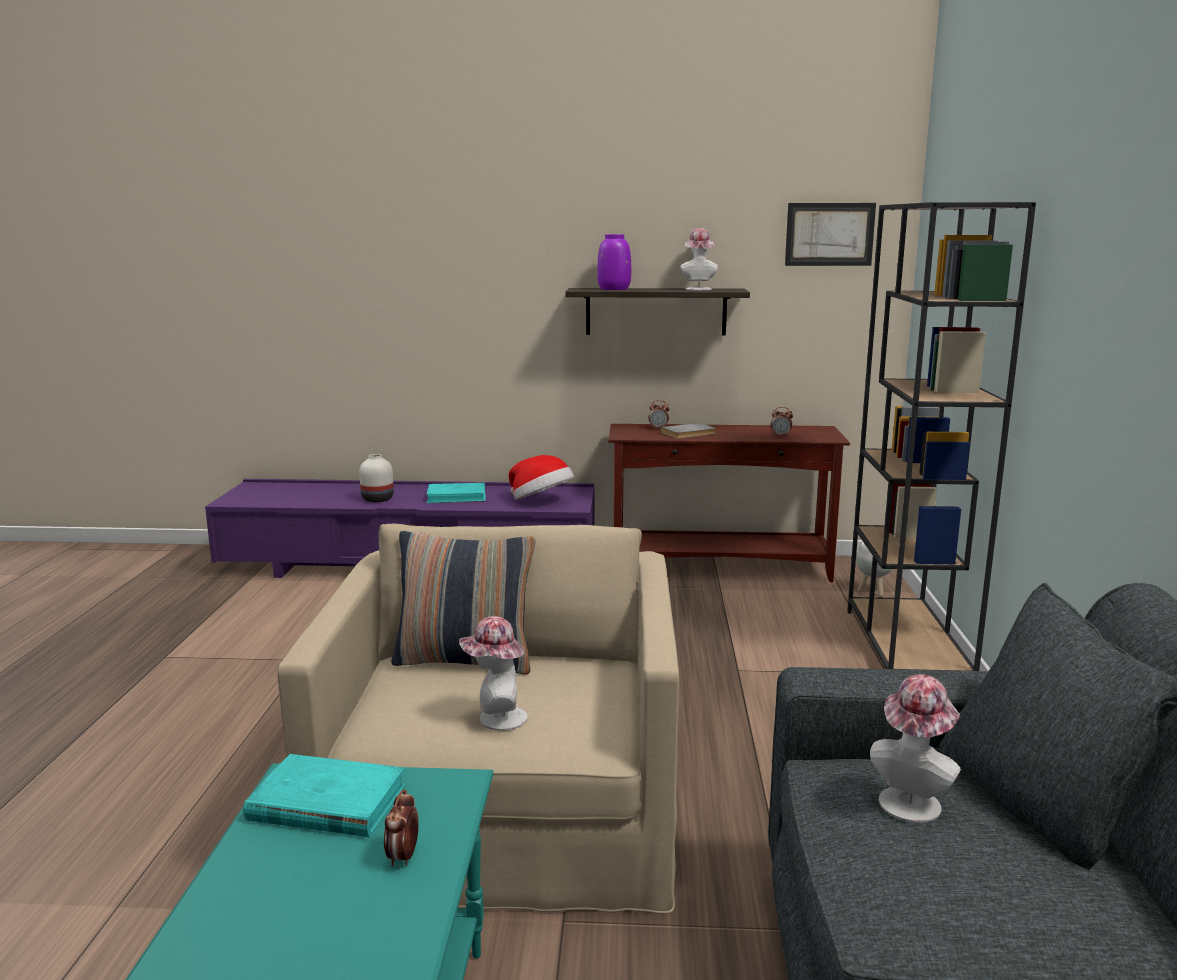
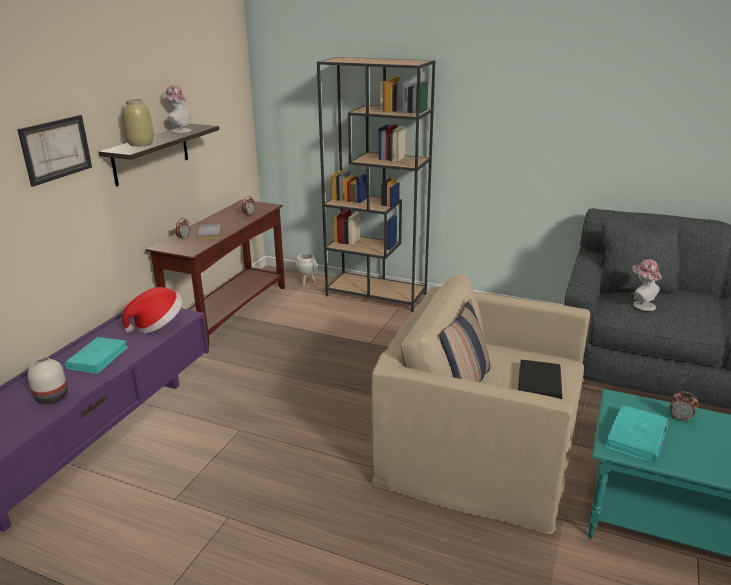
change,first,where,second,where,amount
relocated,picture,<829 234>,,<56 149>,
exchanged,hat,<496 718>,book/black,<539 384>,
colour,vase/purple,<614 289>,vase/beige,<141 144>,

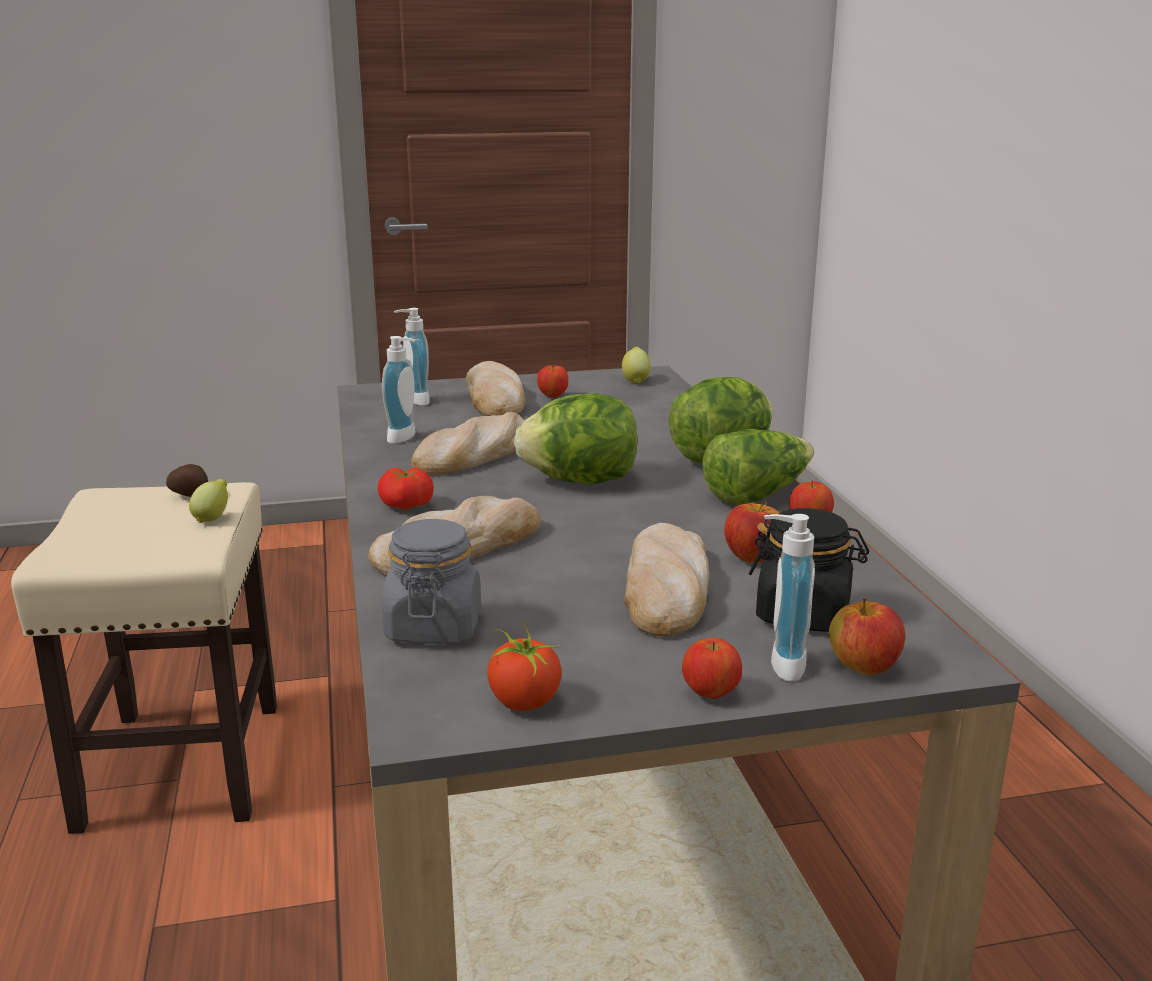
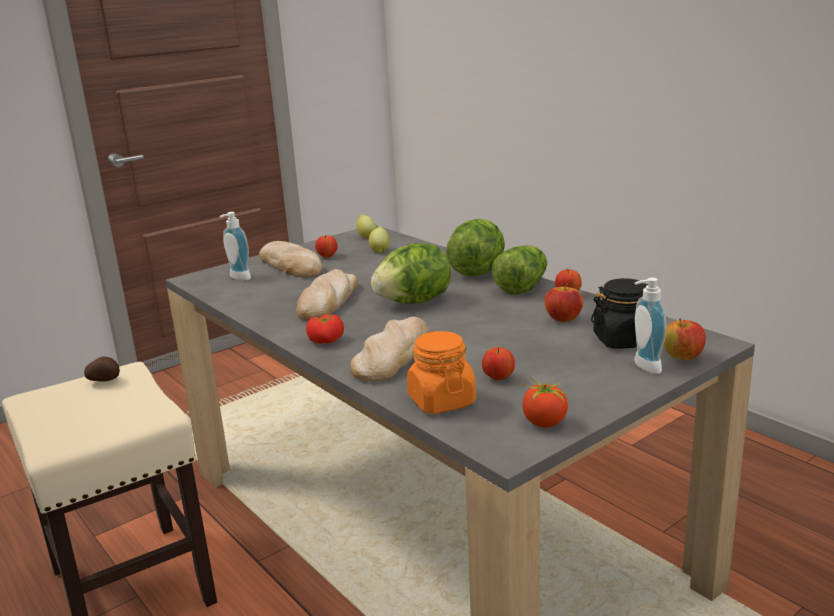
change,first,where,second,where,amount
missing,soap dispenser,<406 438>,,,
missing,bread,<667 588>,,,
relocated,lemon,<212 518>,,<380 250>,
relocated,apple,<710 693>,,<498 378>,
colour,jar/grey,<434 627>,jar/orange,<441 401>,

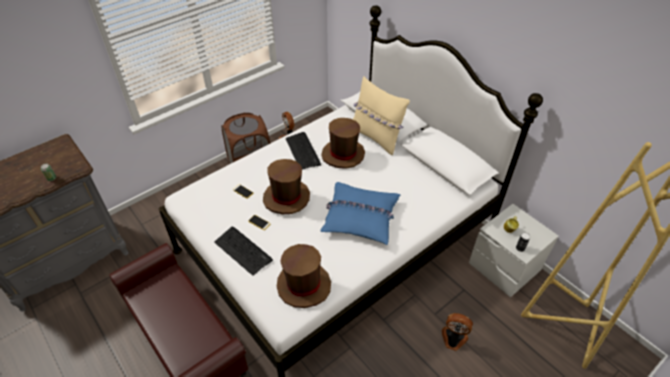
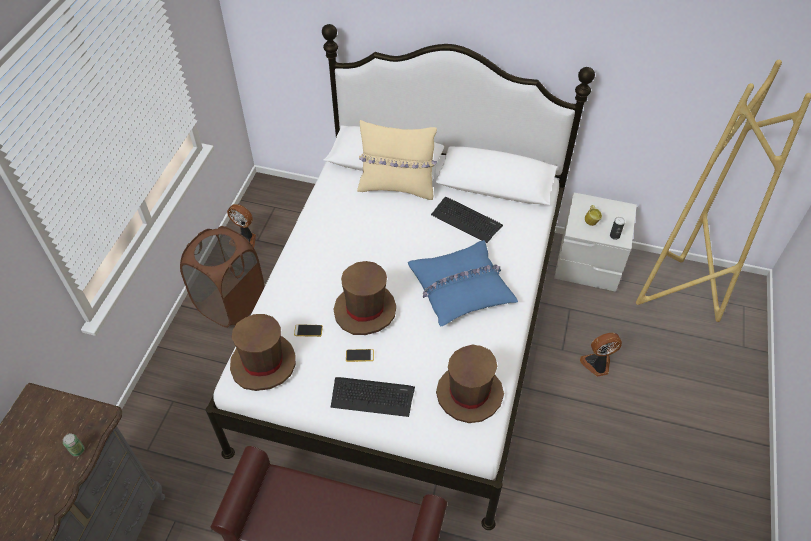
change,first,where,second,where,amount
relocated,keyboard,<303 151>,,<466 220>,
relocated,hat/brown,<343 155>,,<263 363>,

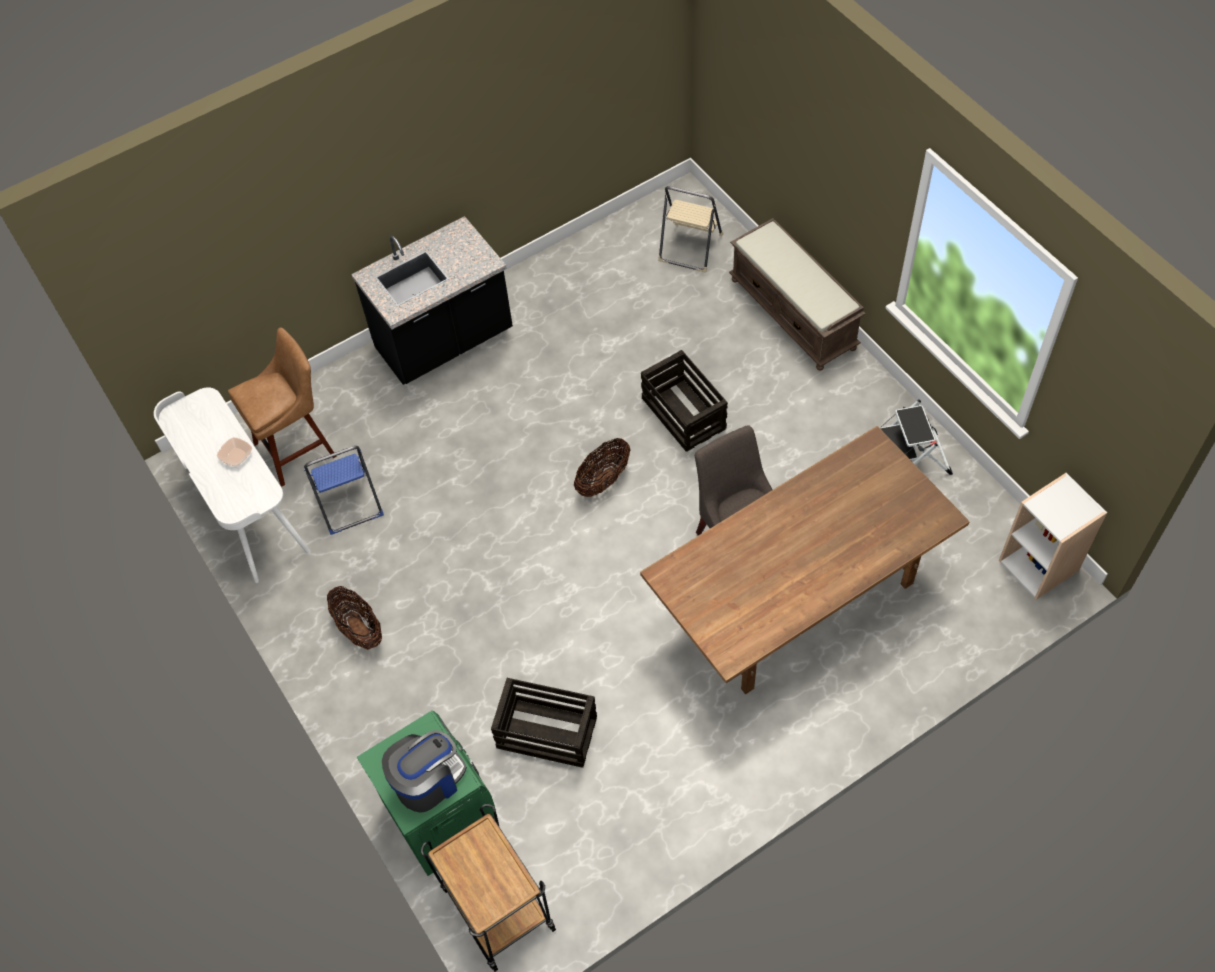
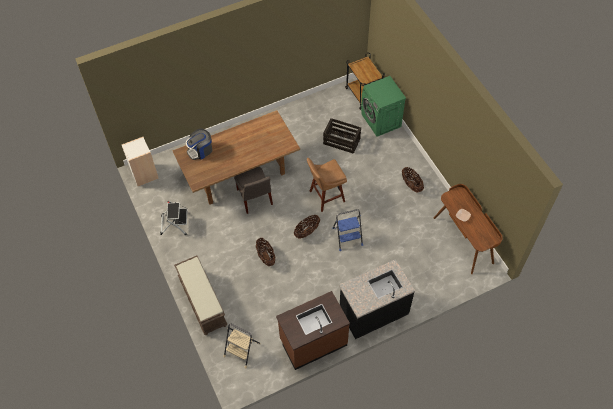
change,first,where,second,where,amount
appeared,,,counter/brown,<313 342>,
relocated,stool/brown,<298 448>,,<325 197>,
relocated,step ladder/blue,<348 504>,,<347 235>,
relocated,coffee machine,<428 780>,,<200 150>,
exchanged,crate,<684 414>,basket,<266 257>,
colour,desk/white,<244 509>,desk/brown,<463 240>,

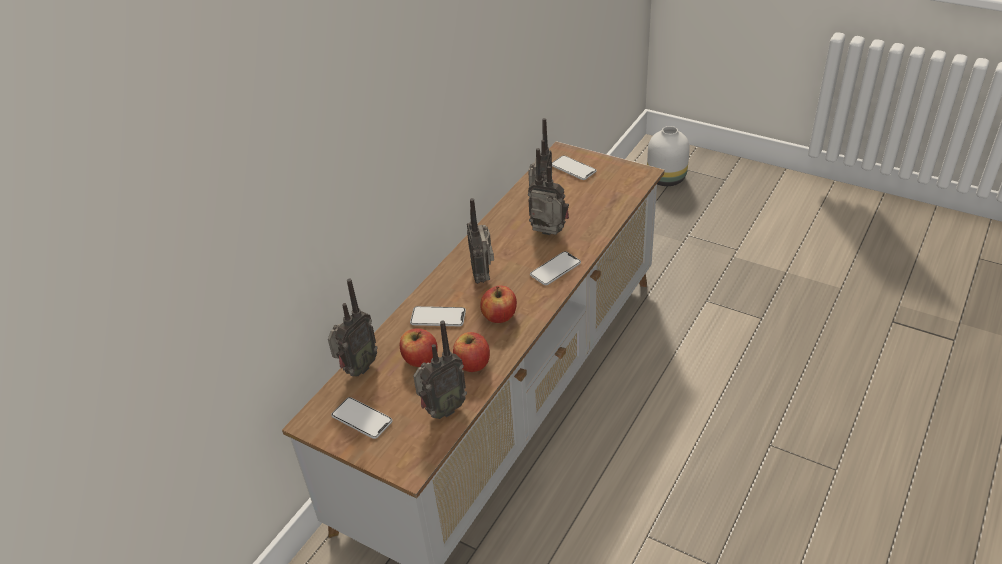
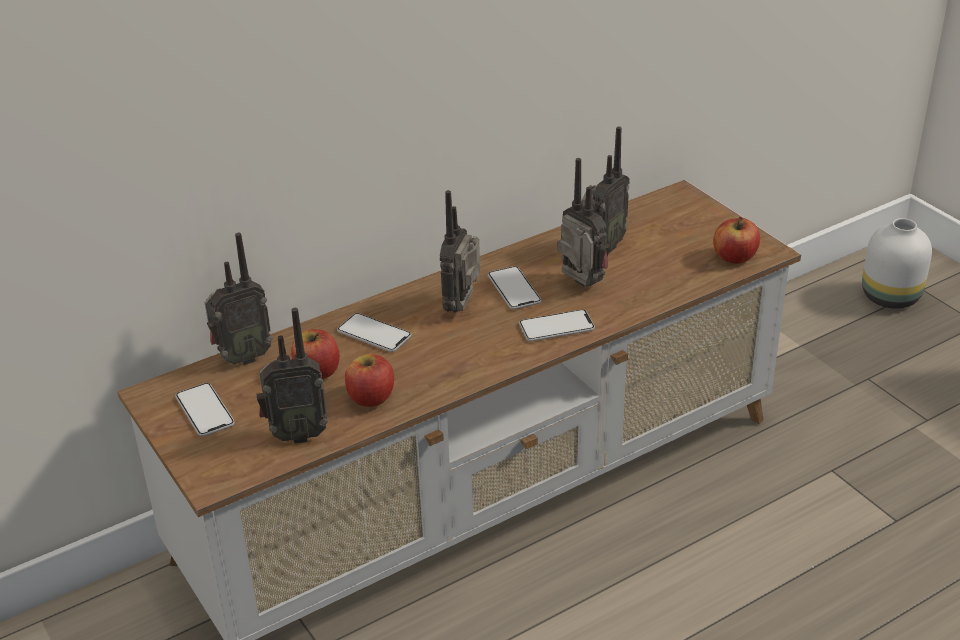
change,first,where,second,where,amount
relocated,apple,<499 316>,,<735 257>,
relocated,phone,<573 168>,,<514 289>,

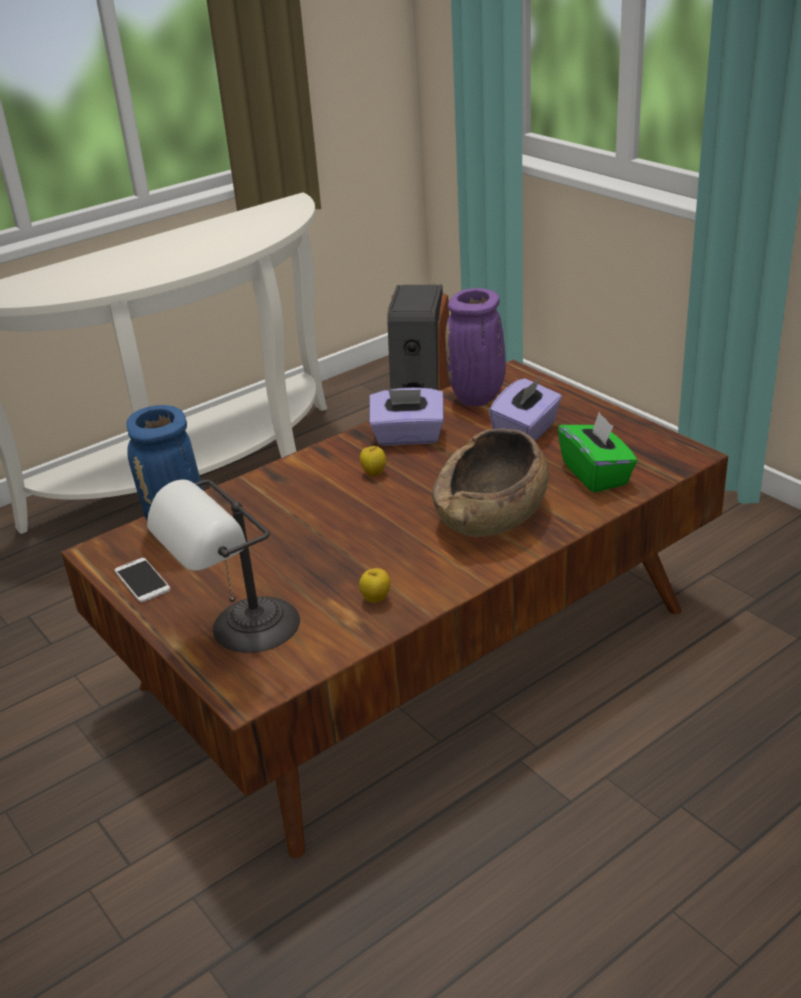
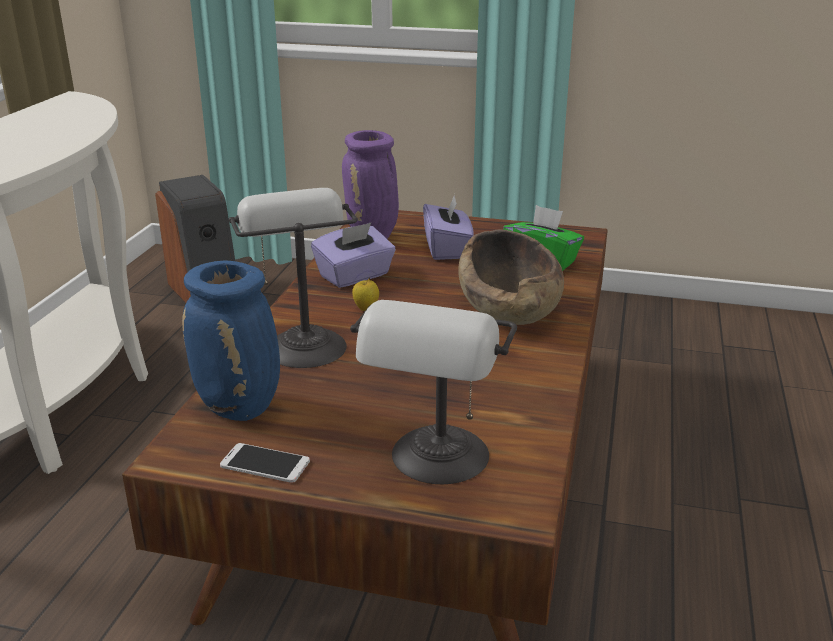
change,first,where,second,where,amount
missing,apple,<376 600>,,,
appeared,,,table lamp,<300 340>,

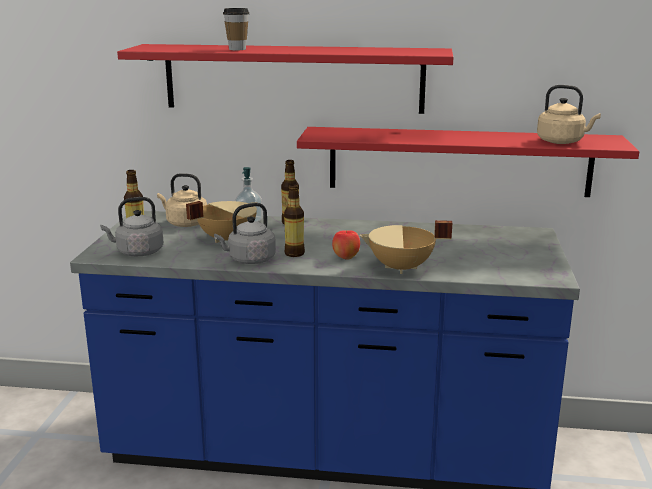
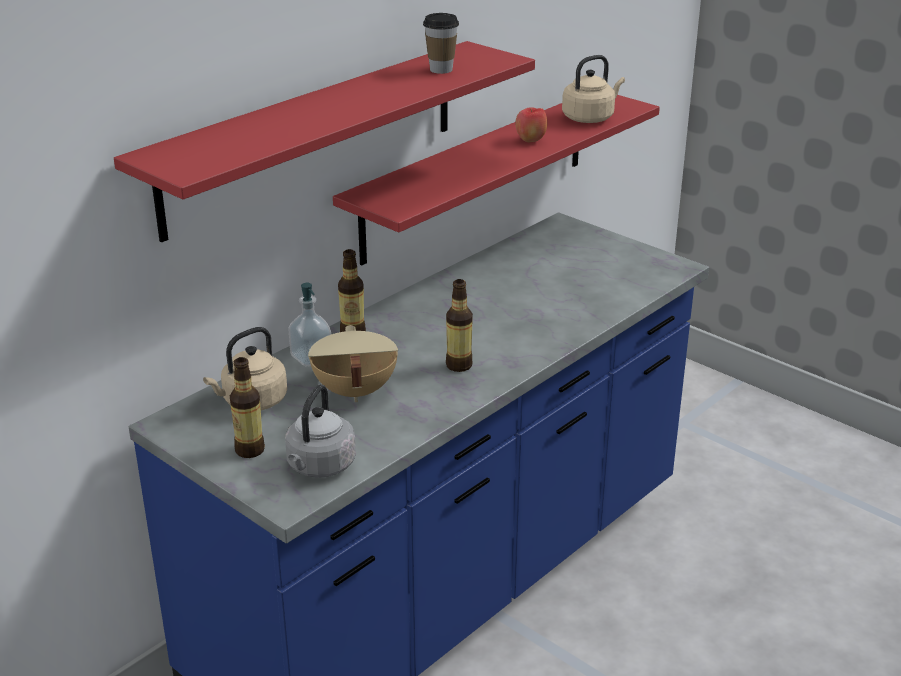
change,first,where,second,where,amount
missing,kettle/grey,<249 260>,,,
missing,cooking pot/beige,<401 268>,,,
relocated,cup,<237 49>,,<441 70>,
relocated,apple,<346 258>,,<530 141>,

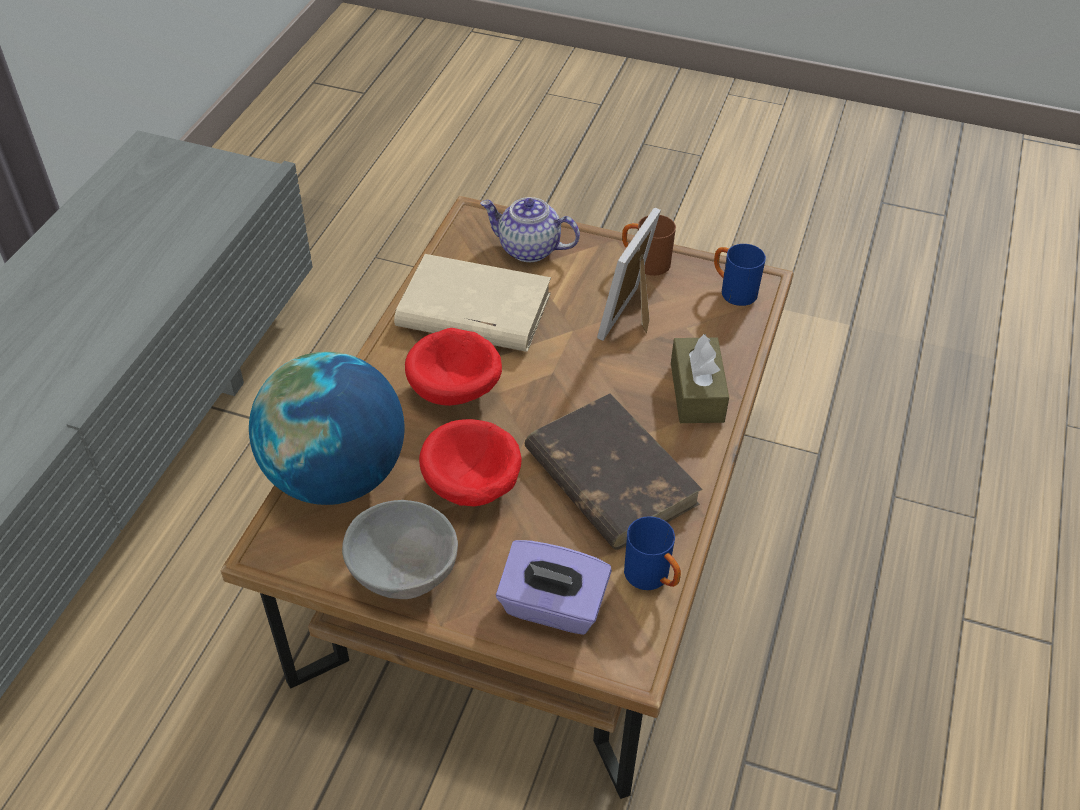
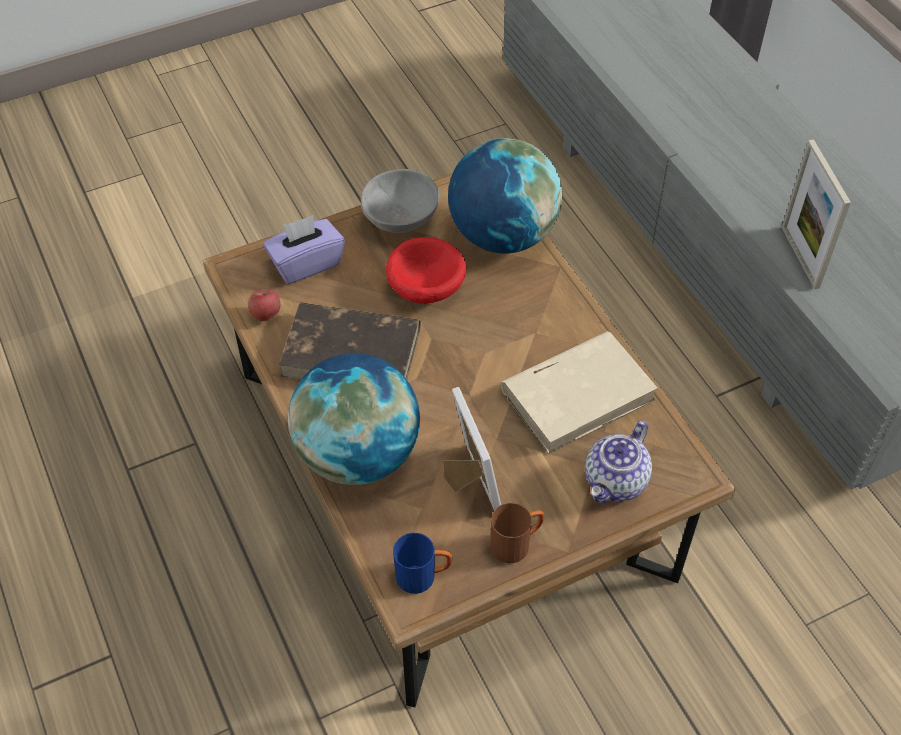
change,first,where,second,where,amount
missing,bowl/red,<457 389>,,,
appeared,,,picture frame,<800 257>,
exchanged,mug/blue,<653 578>,apple,<265 314>,
exchanged,tissue box/brown,<697 392>,globe,<358 455>,
spun,teapot,<528 249>,,<616 482>,150 degrees clockwise

